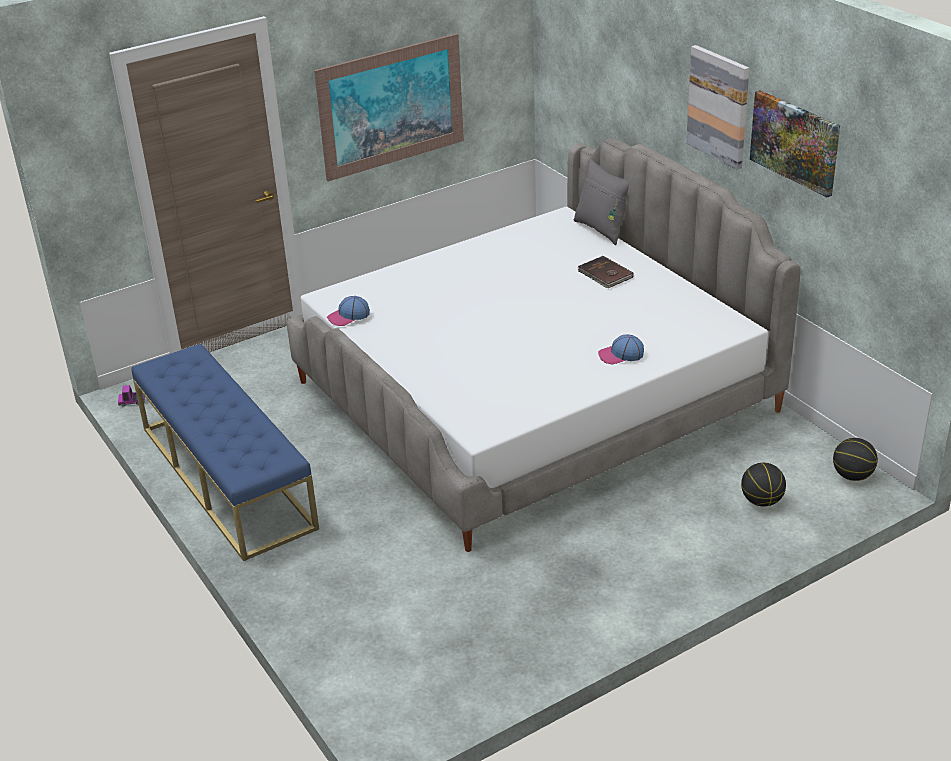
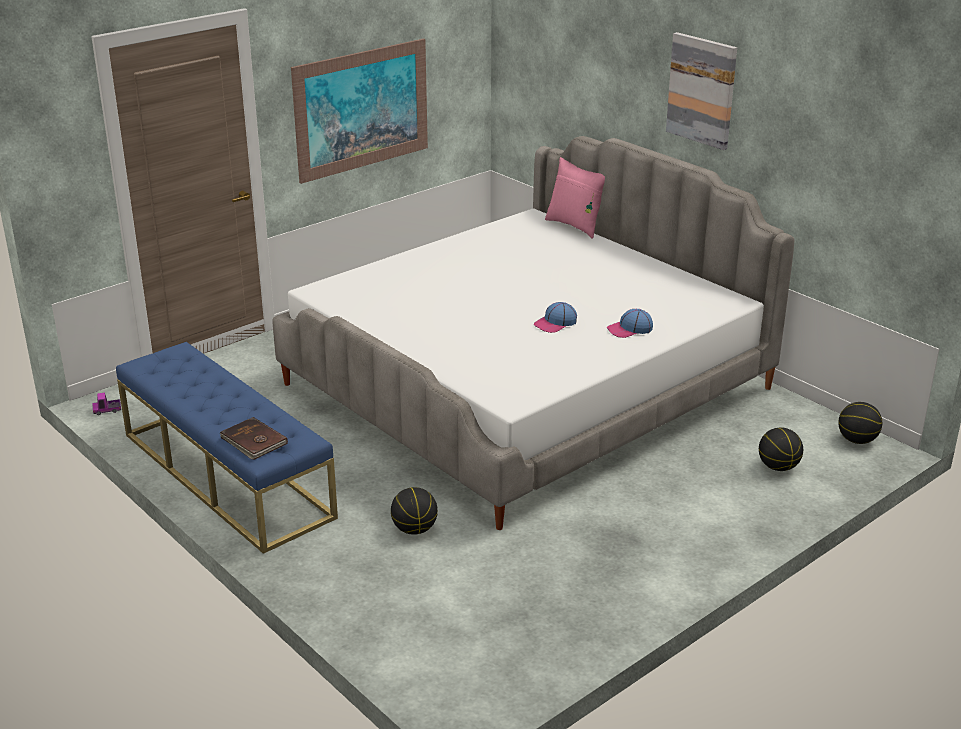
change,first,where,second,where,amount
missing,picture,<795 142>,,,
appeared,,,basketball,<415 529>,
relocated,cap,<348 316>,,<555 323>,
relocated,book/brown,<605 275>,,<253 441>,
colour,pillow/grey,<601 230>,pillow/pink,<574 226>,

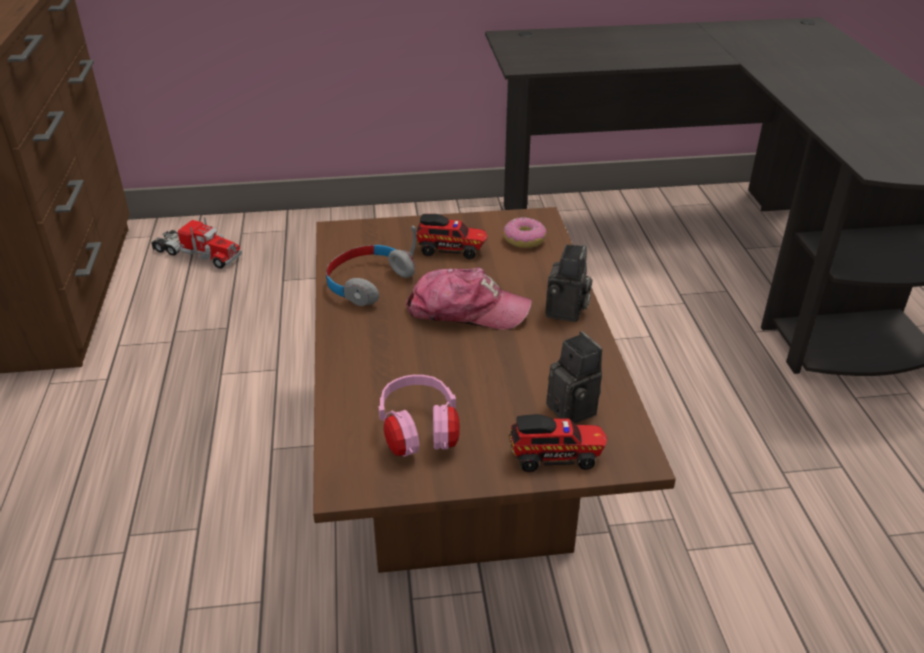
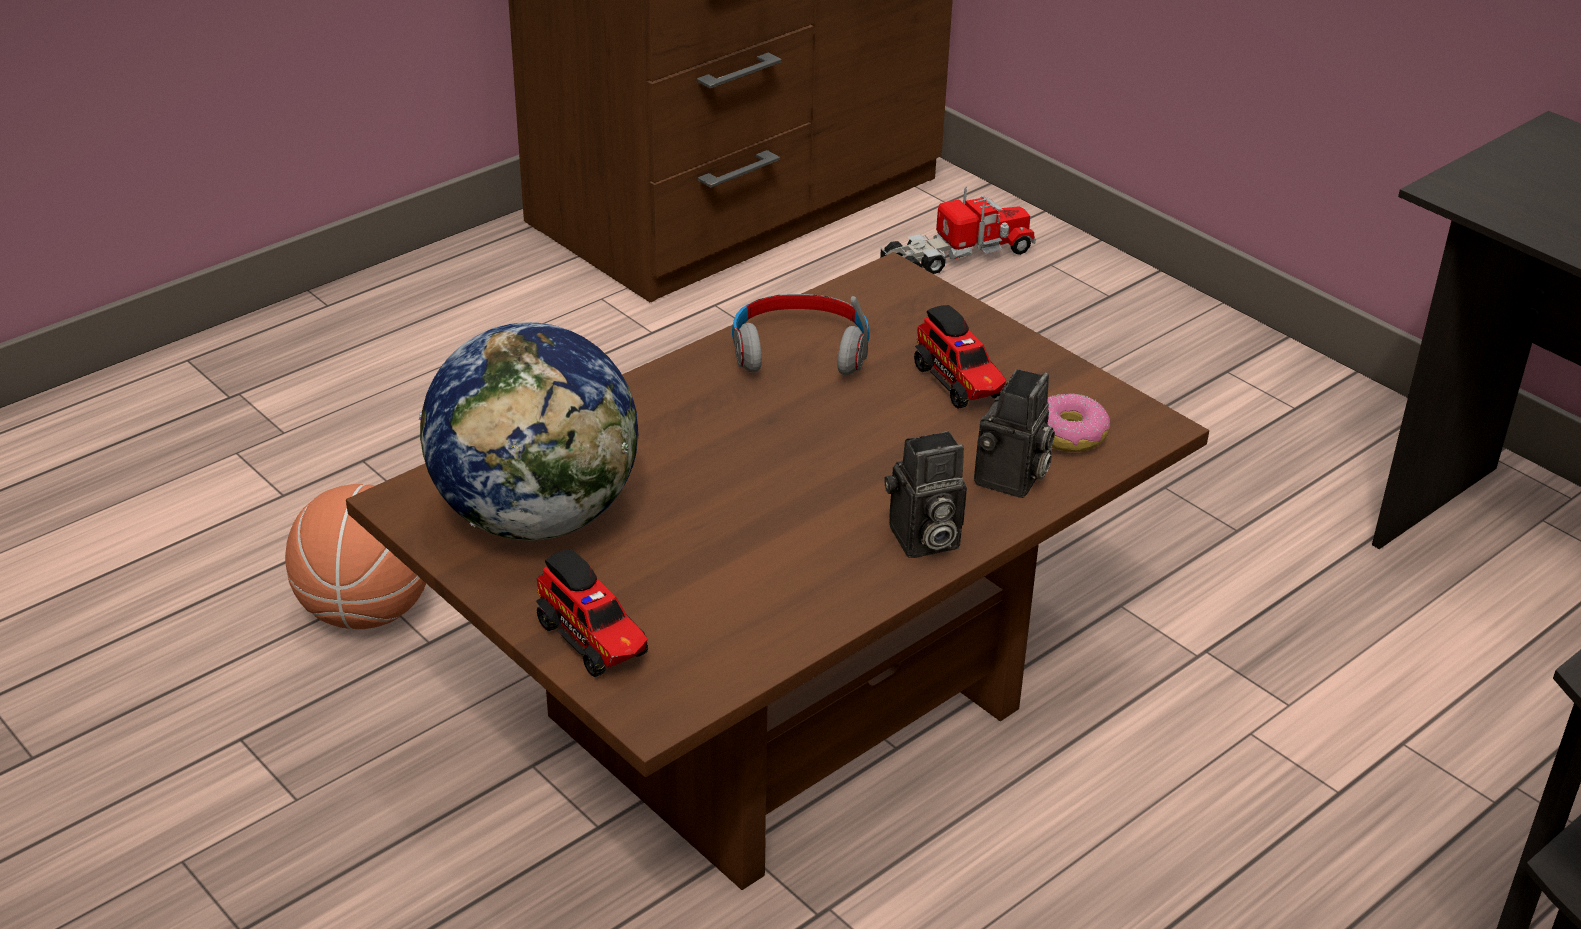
change,first,where,second,where,amount
missing,cap,<466 310>,,,
appeared,,,basketball,<366 610>,
relocated,photo camera,<576 410>,,<1011 480>,
exchanged,headphones/pink,<419 434>,globe,<538 516>,
spun,toy truck,<197 254>,,<956 257>,105 degrees counterclockwise

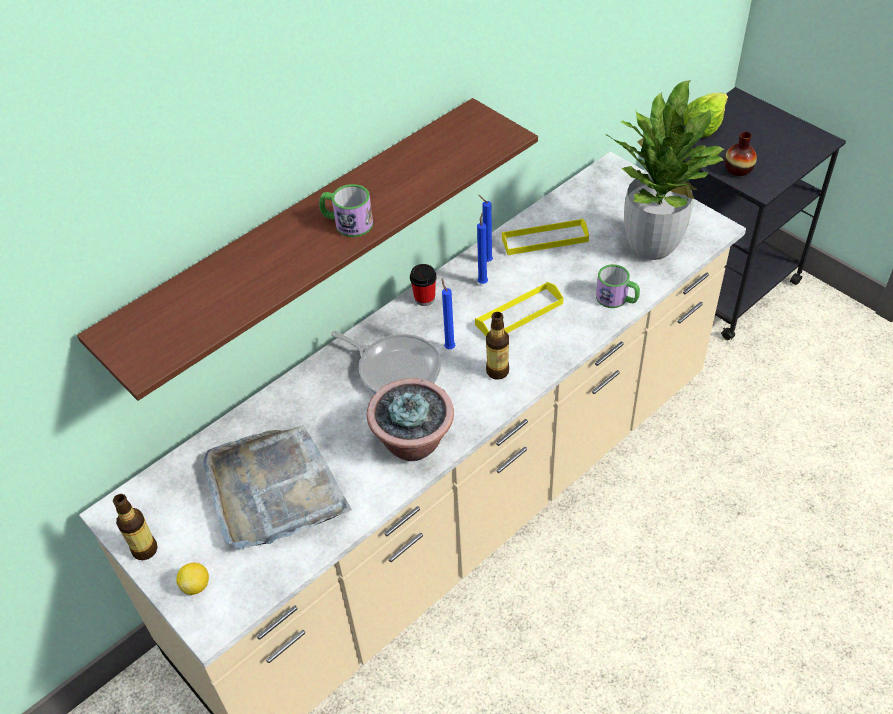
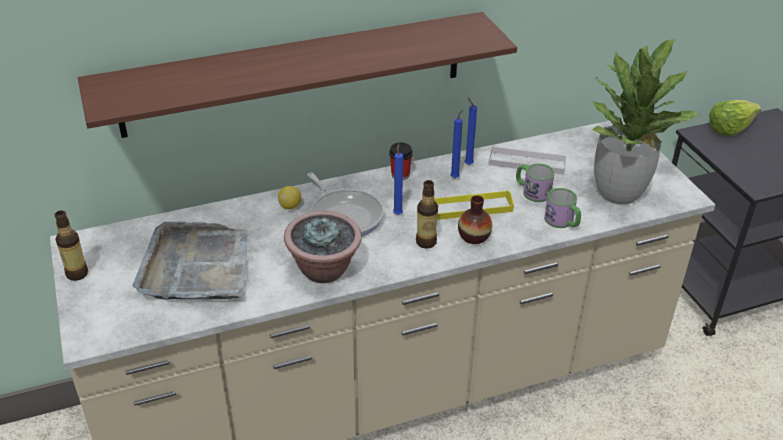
change,first,where,second,where,amount
relocated,lemon,<196 585>,,<290 206>,
relocated,mug,<347 223>,,<532 191>,
relocated,vase,<738 169>,,<474 236>,
colour,tray/yellow,<544 239>,tray/white,<527 163>,

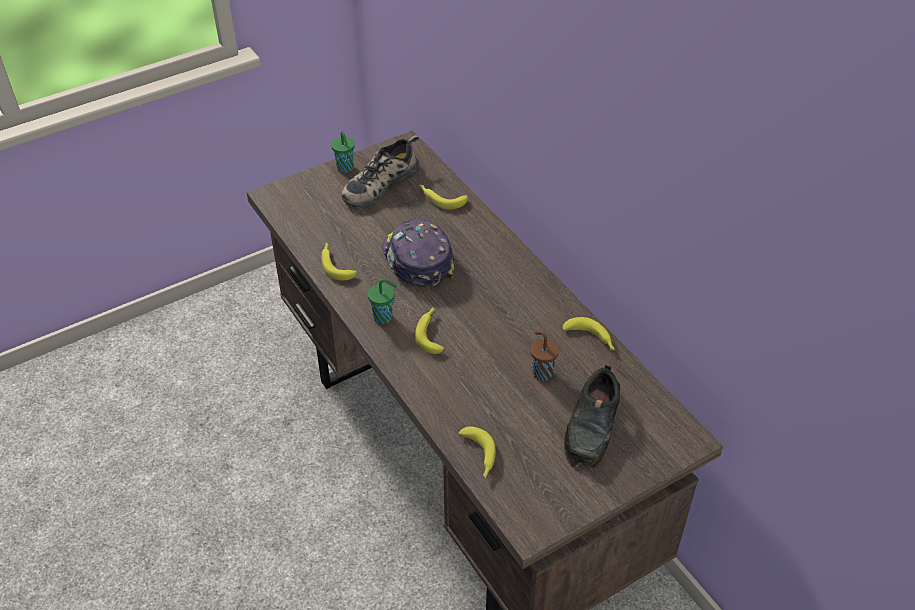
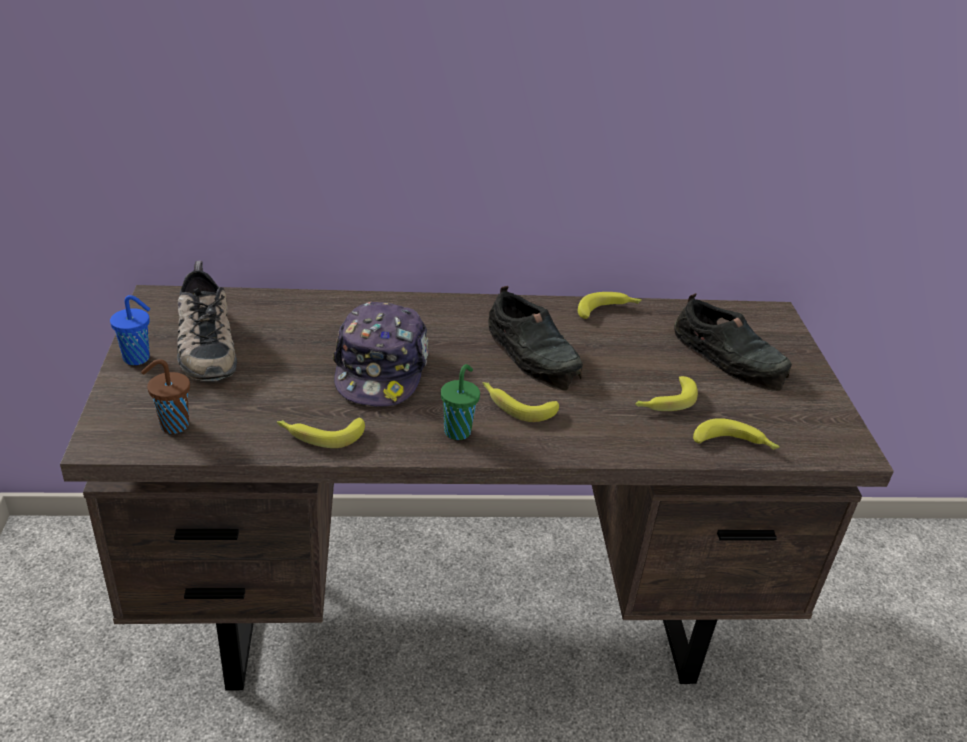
change,first,where,second,where,amount
appeared,,,shoe/black,<533 353>,
relocated,banana,<441 199>,,<664 402>,
relocated,cup/brown,<541 372>,,<172 425>,
colour,cup/green,<345 169>,cup/blue,<138 358>,
spun,cap,<417 260>,,<381 369>,90 degrees counterclockwise

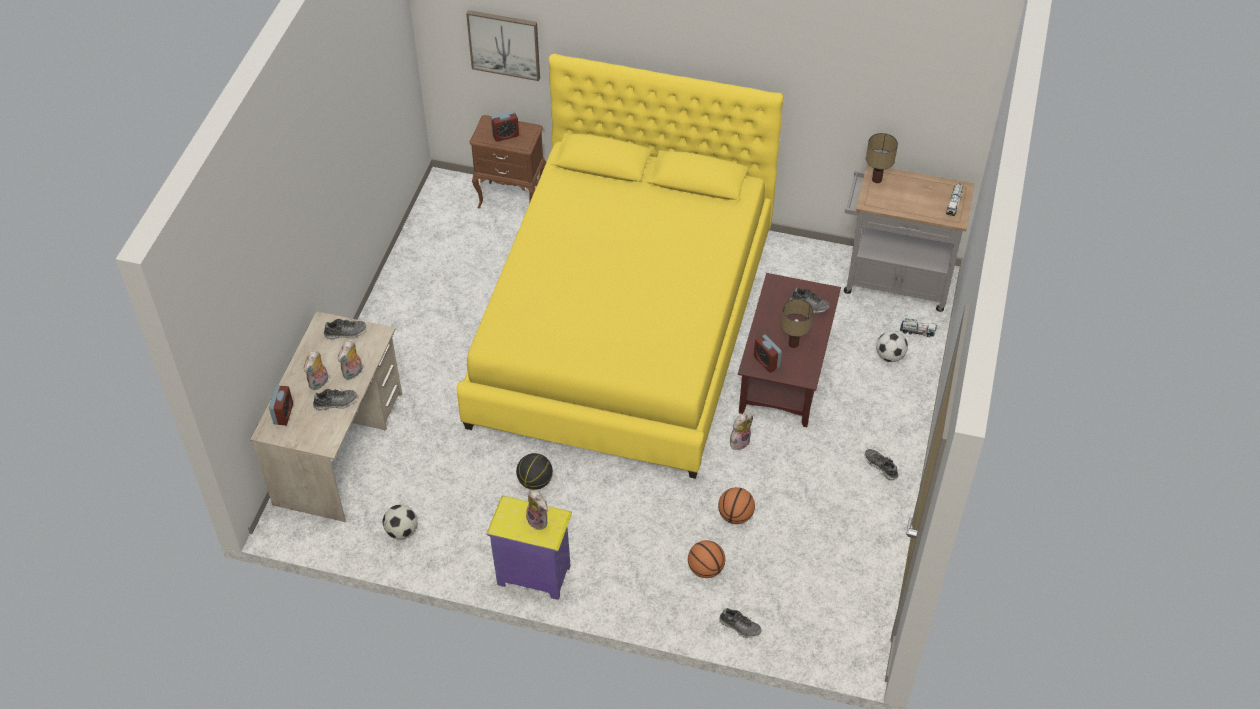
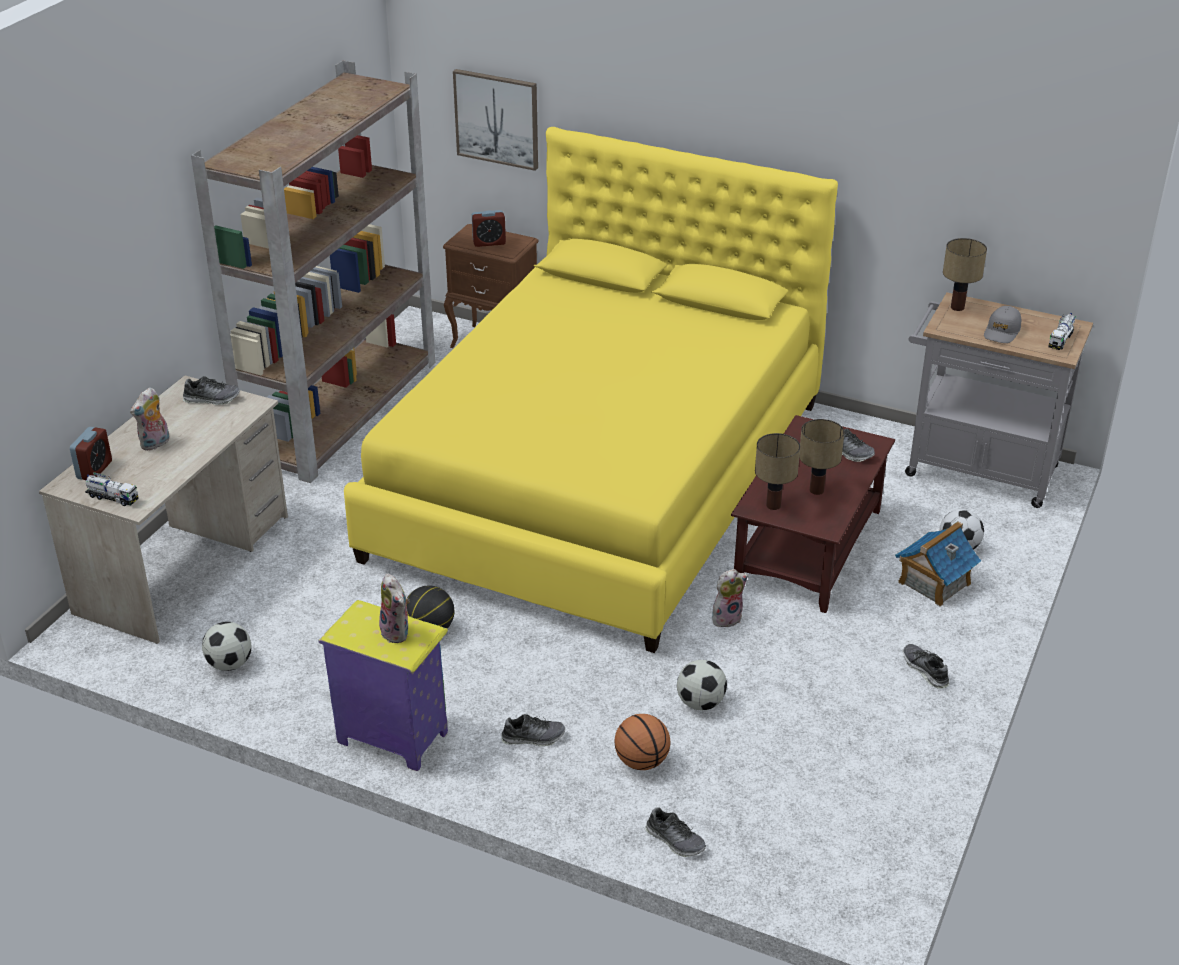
change,first,where,second,where,amount
missing,plush toy,<353 373>,,,
appeared,,,bookcase/brown,<341 410>,
appeared,,,toy house,<933 583>,
appeared,,,cap/grey,<1002 331>,
relocated,shoe,<335 403>,,<533 738>,
relocated,toy truck,<917 332>,,<112 498>,
exchanged,basketball,<735 515>,football,<700 703>,
exchanged,alarm clock,<766 362>,table lamp,<774 505>,

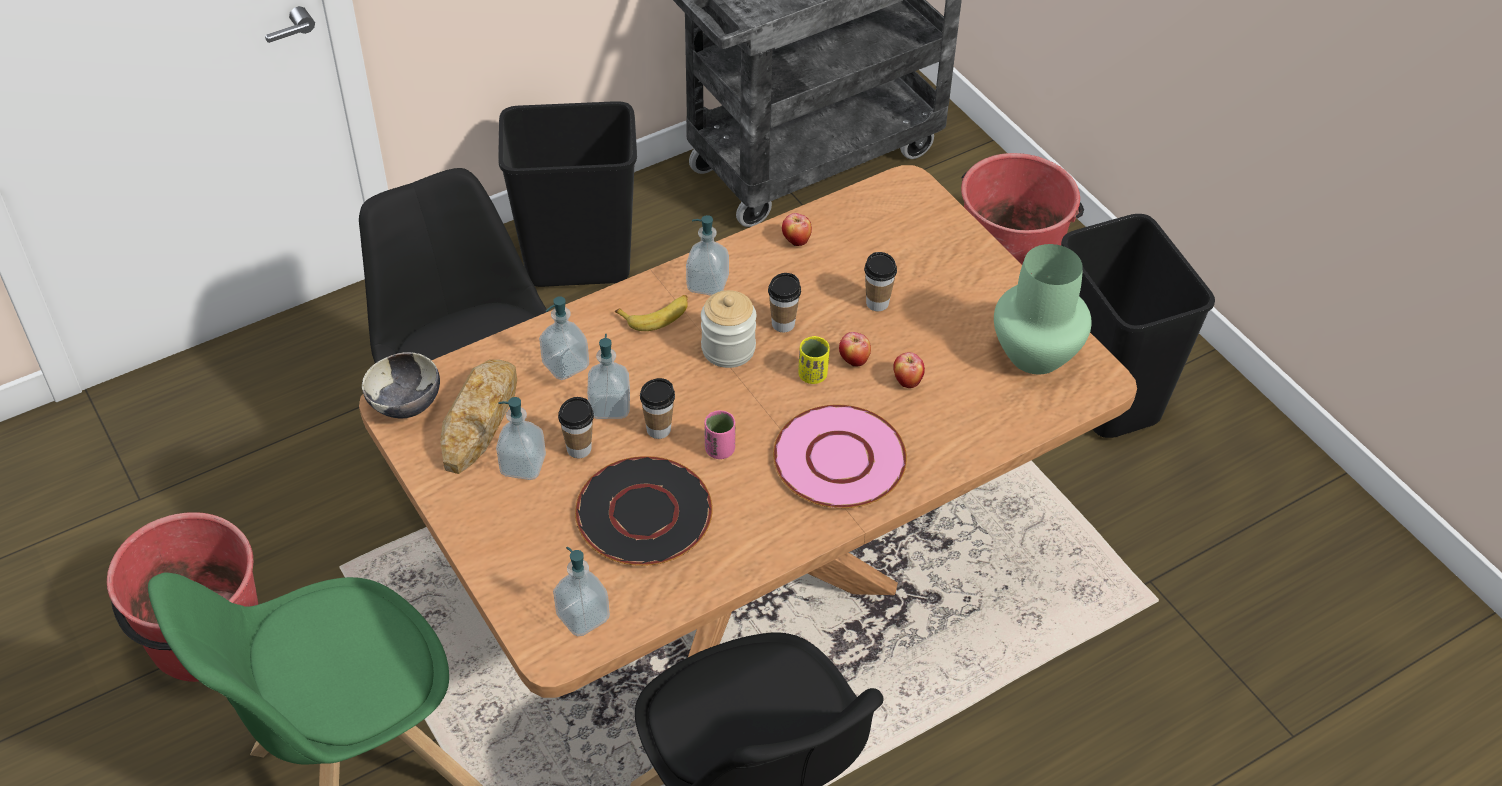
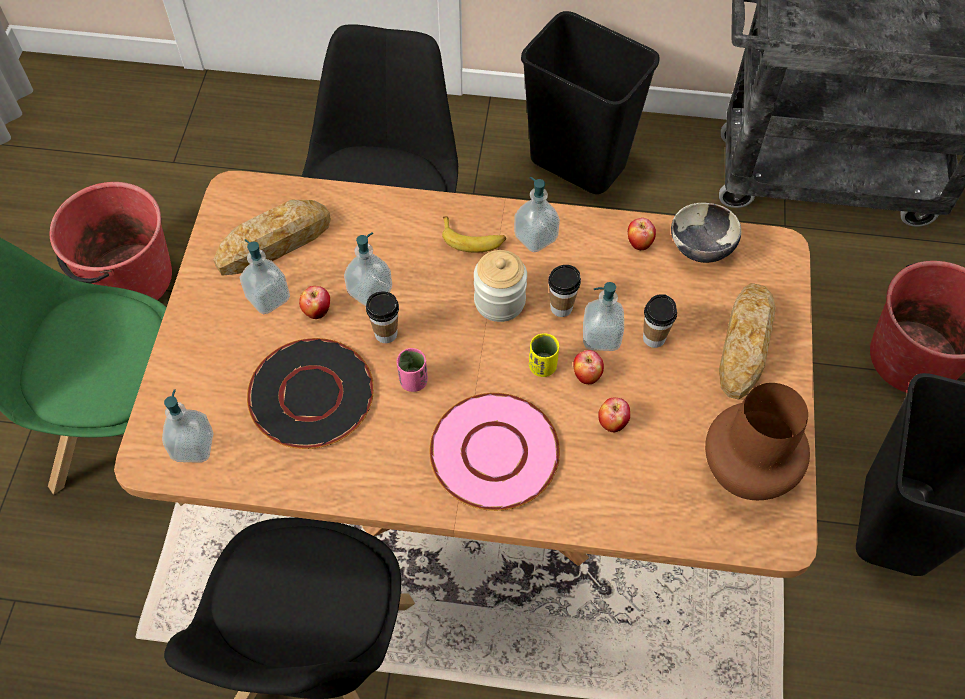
change,first,where,second,where,amount
appeared,,,bread,<745 343>,
relocated,bowl,<406 405>,,<700 249>,
relocated,soap dispenser,<565 365>,,<601 337>,
exchanged,cup,<579 449>,apple,<317 311>,
colour,vase/green,<1036 353>,vase/brown,<748 471>,

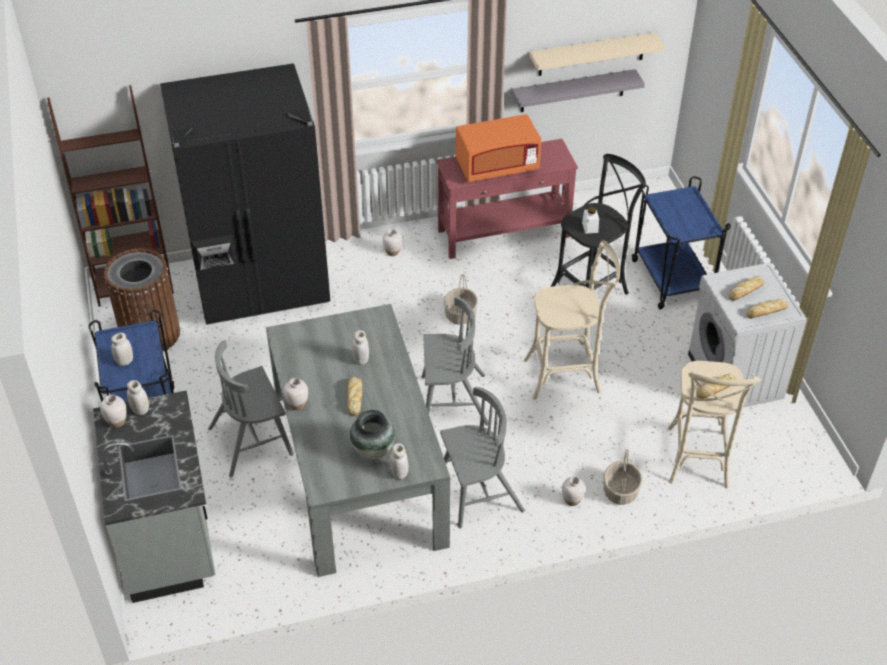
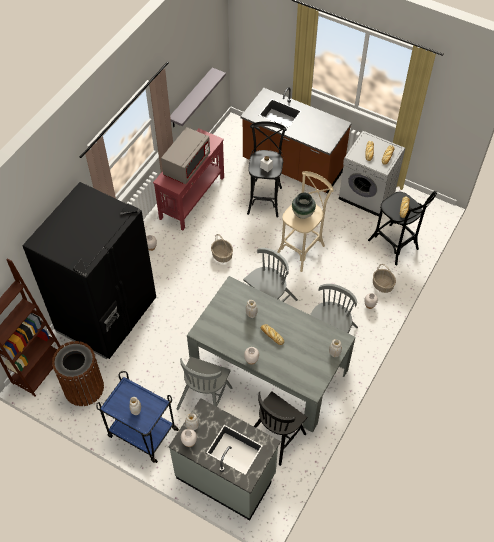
change,first,where,second,where,amount
missing,shelf/beige,<591 54>,,,
appeared,,,chair/black,<277 433>,
relocated,vase,<372 450>,,<302 214>,
exchanged,cart/blue,<672 280>,counter/brown,<292 167>,
colour,microwave/orange,<497 166>,microwave/grey,<187 165>,
colour,stool/beige,<697 460>,stool/black,<395 246>,

